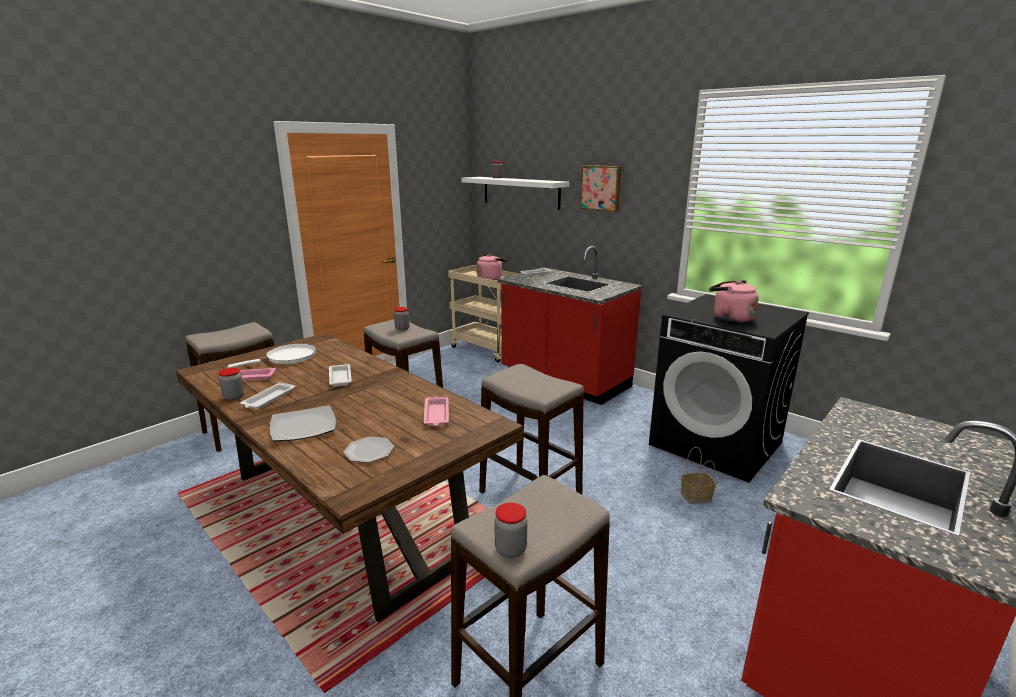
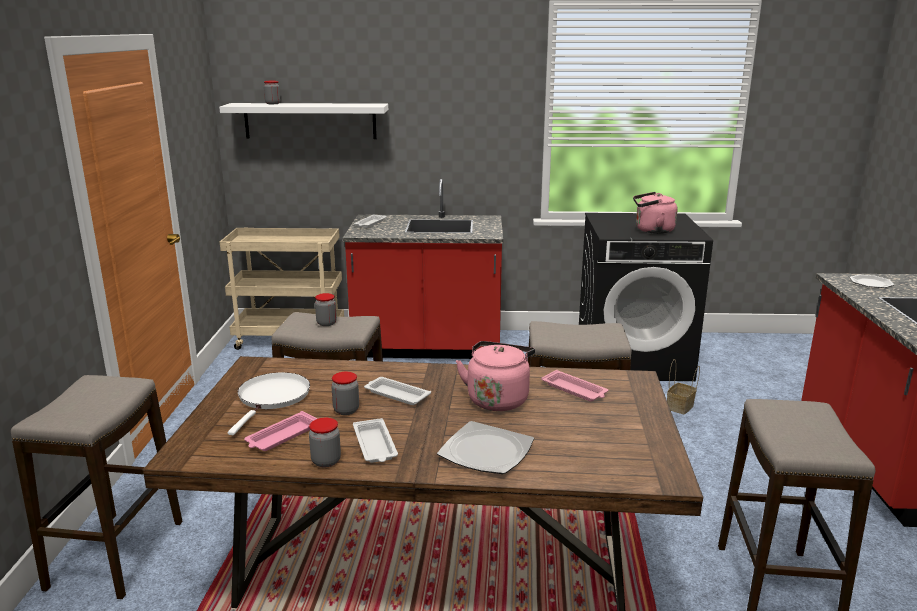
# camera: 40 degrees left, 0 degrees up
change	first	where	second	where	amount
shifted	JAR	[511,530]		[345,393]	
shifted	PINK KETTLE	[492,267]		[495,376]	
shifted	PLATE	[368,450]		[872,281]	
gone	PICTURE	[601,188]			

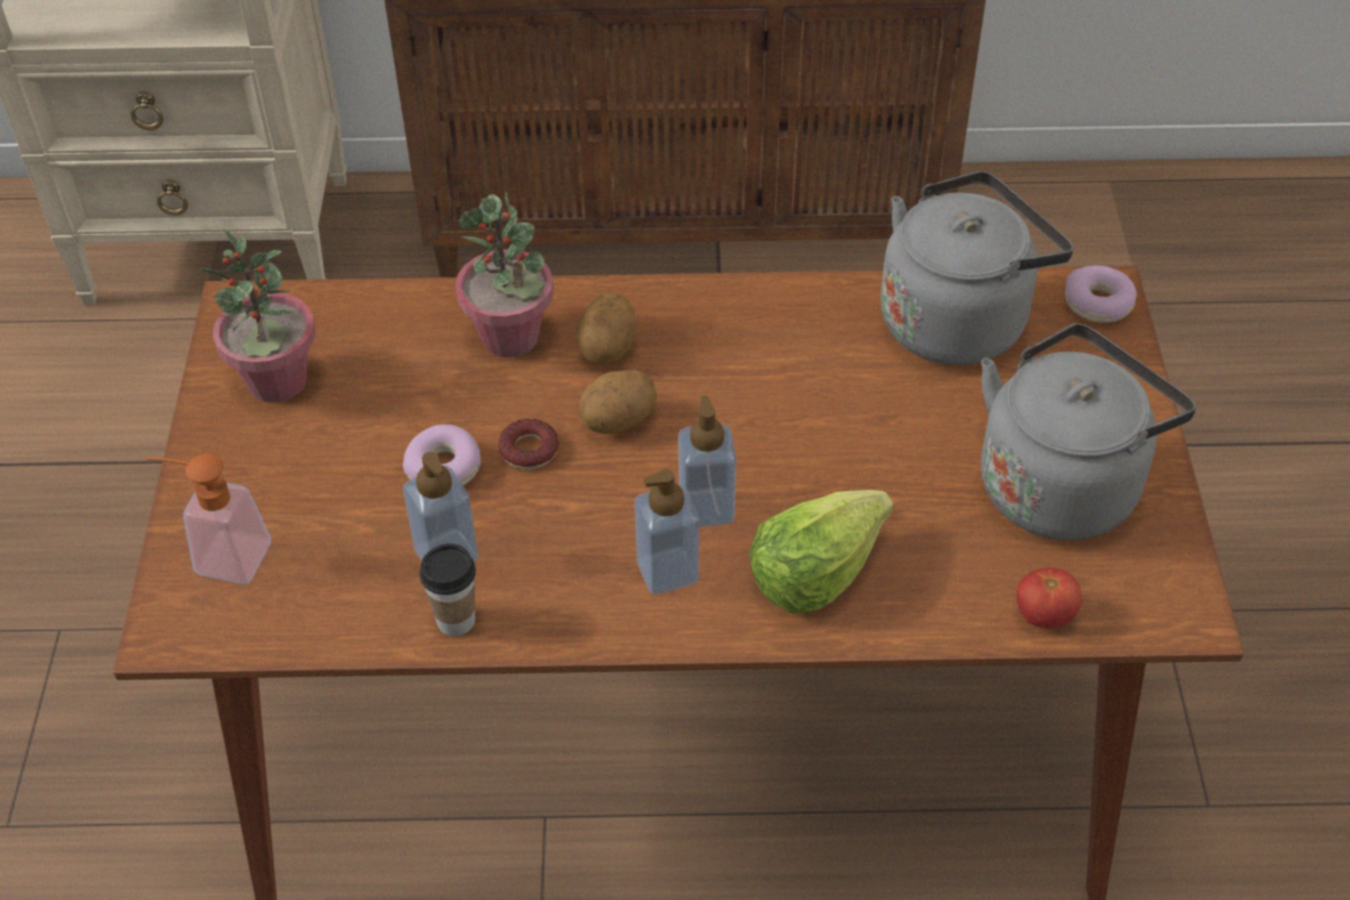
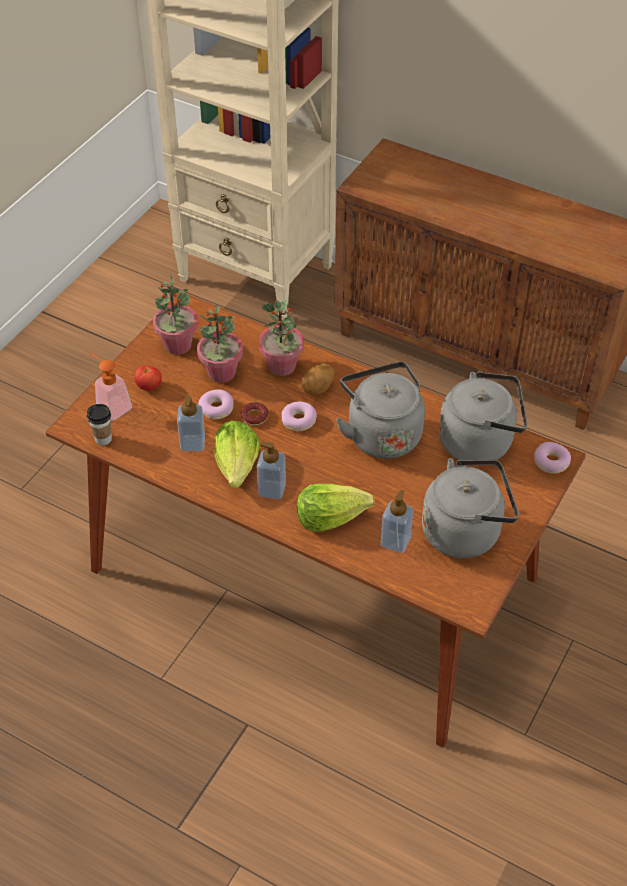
# camera: 30 degrees right, 0 degrees up
change	first	where	second	where	amount
shifted	CUP	[448,589]		[99,424]	
shifted	TOMATO	[1049,598]		[148,378]	
new			POTTED PLANT	[220,341]	
new			LETTUCE	[237,454]	
swapped	POTATO	[618,402]	DONUT	[299,416]	
new			GREY KETTLE	[380,410]	
shifted	SOAP DISPENSER	[707,461]		[397,521]	

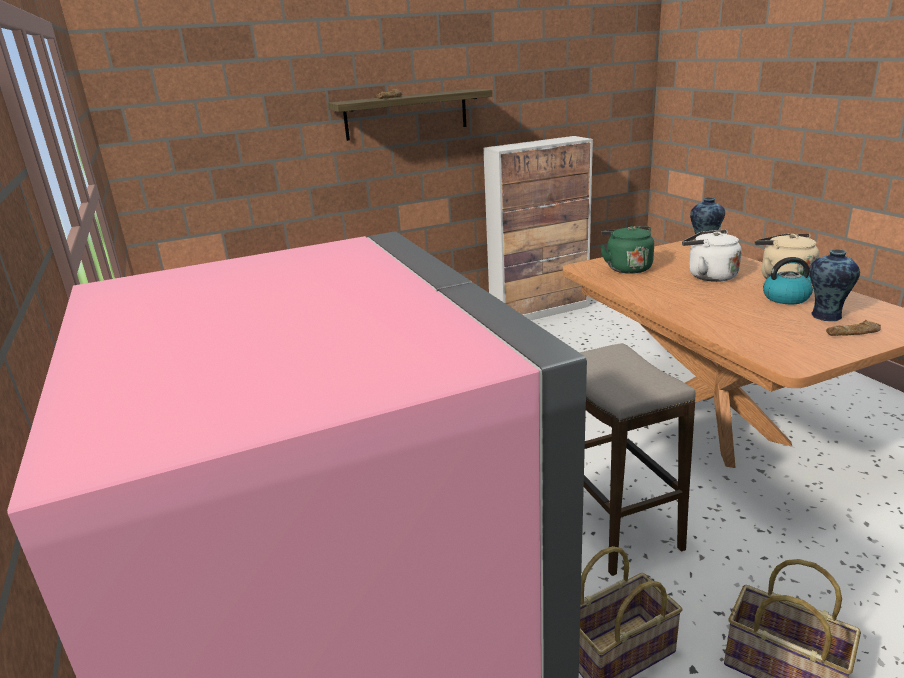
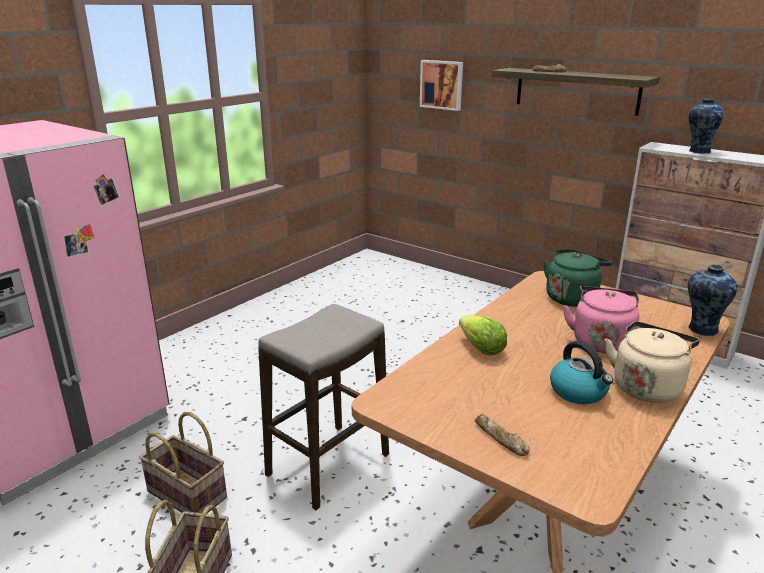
# camera: 60 degrees right, 0 degrees up
change	first	where	second	where	amount
new			PICTURE	[441,85]	
new			LETTUCE	[483,335]	
repainted	WHITE KETTLE	[712,256]	PINK KETTLE	[601,319]	
shifted	VASE	[834,285]		[706,125]	

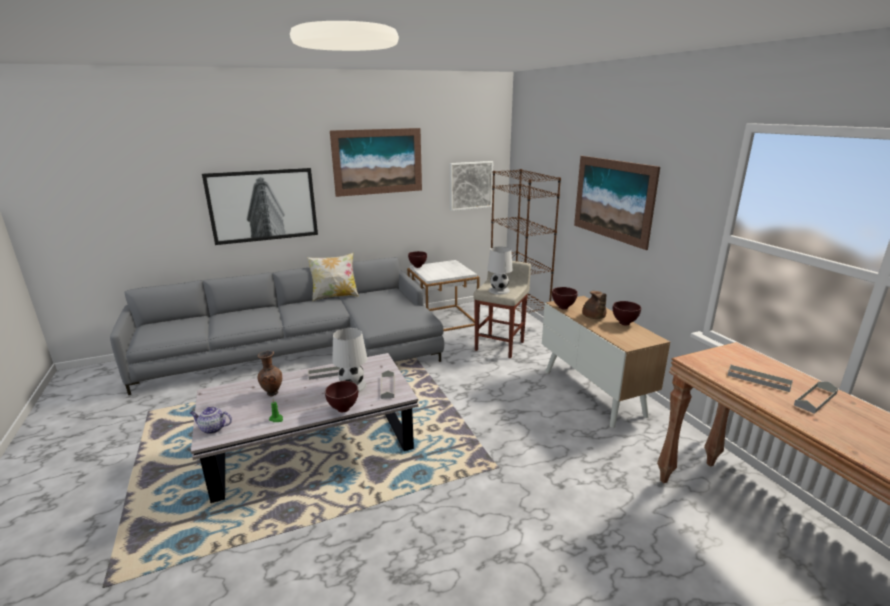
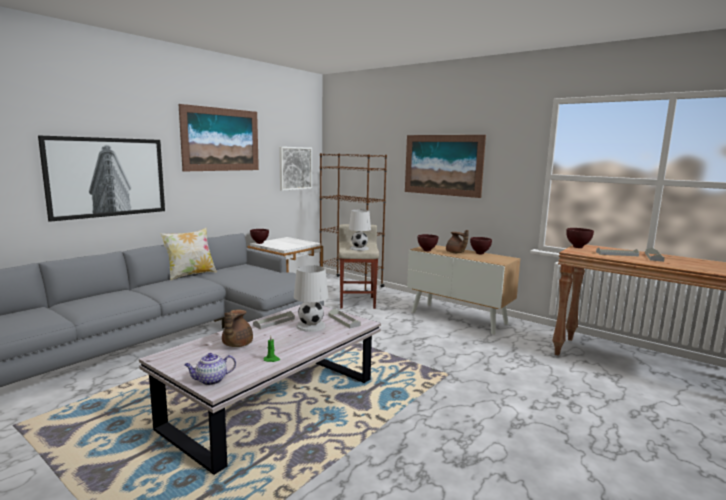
# camera: 30 degrees left, 10 degrees down
change	first	where	second	where	amount
swapped	BROWN VASE	[269,373]	BROWN TEAPOT	[237,328]	
shifted	BROWN BOWL	[341,396]		[580,238]	

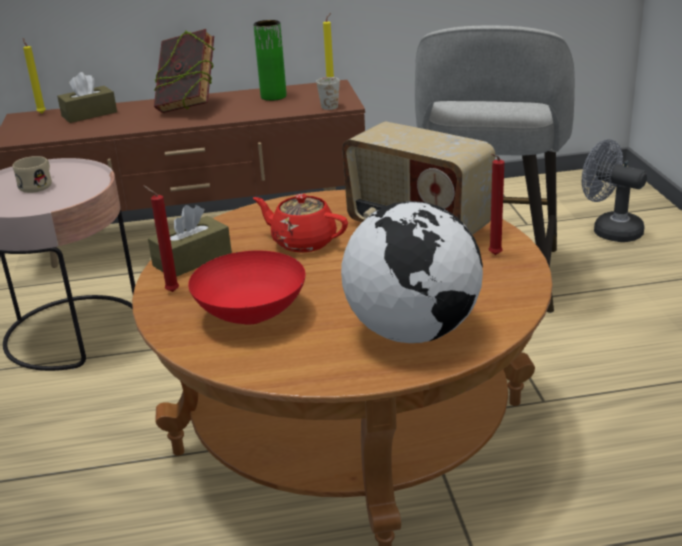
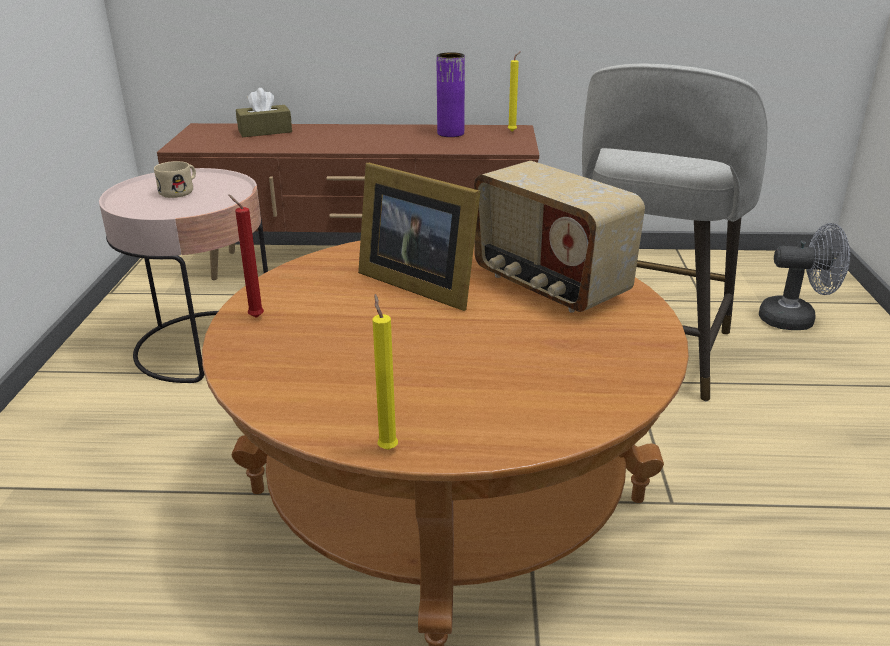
# camera: 10 degrees right, 0 degrees up
change	first	where	second	where	amount
swapped	RED TEAPOT	[300,223]	PICTURE FRAME	[419,237]	
shifted	YELLOW CANDLE	[34,75]		[385,372]	
repainted	GREEN VASE	[270,60]	PURPLE VASE	[450,94]	
rotated	GREY FAN	[614,190]		[804,276]	135 degrees clockwise
gone	BROWN TISSUE BOX	[190,241]			
gone	BOOK	[184,71]			
gone	RED BOWL	[247,287]			
gone	WHITE MUG	[328,93]			
gone	GLOBE	[412,272]			
gone	RED CANDLE	[496,204]			

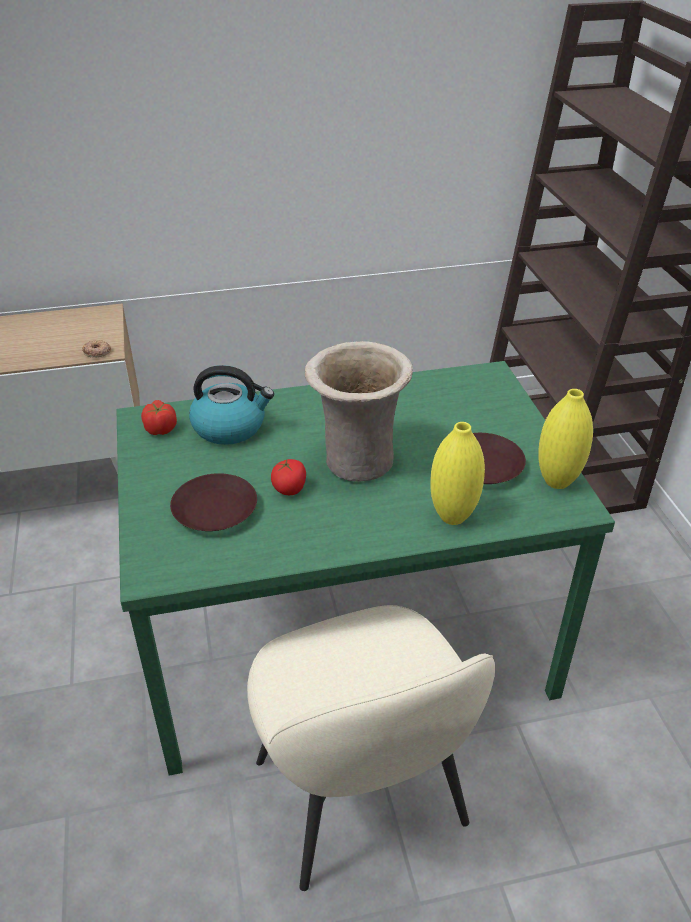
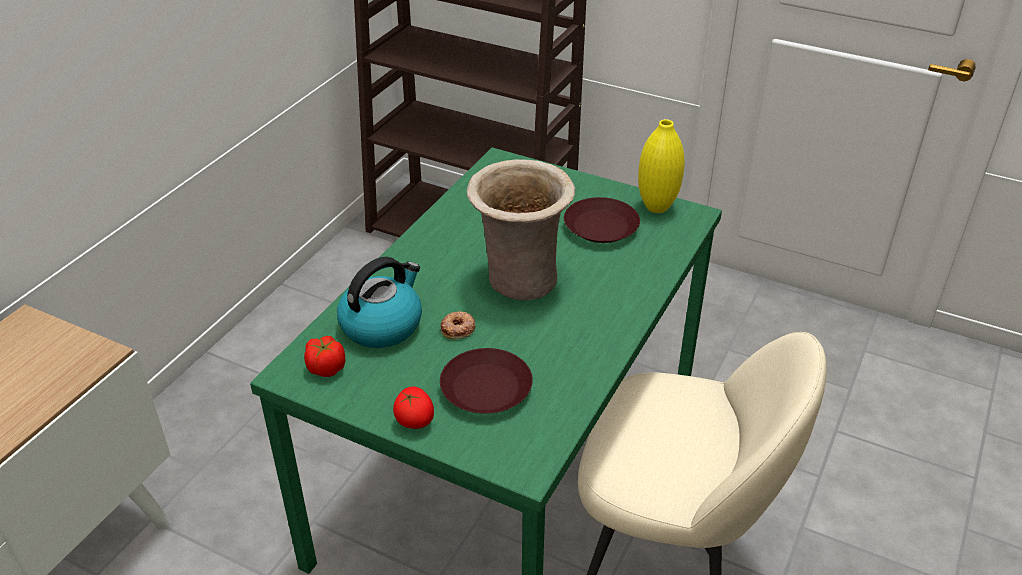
# camera: 50 degrees left, 0 degrees up
change	first	where	second	where	amount
shifted	TOMATO	[288,477]		[413,407]	
shifted	DONUT	[96,349]		[458,325]	
gone	YELLOW VASE	[457,473]			

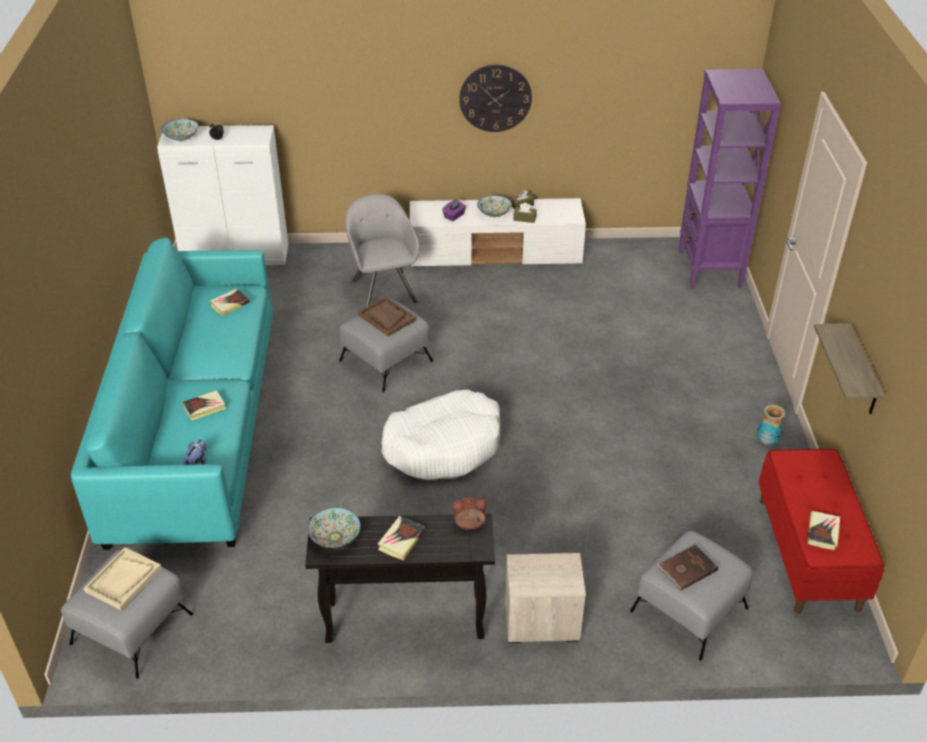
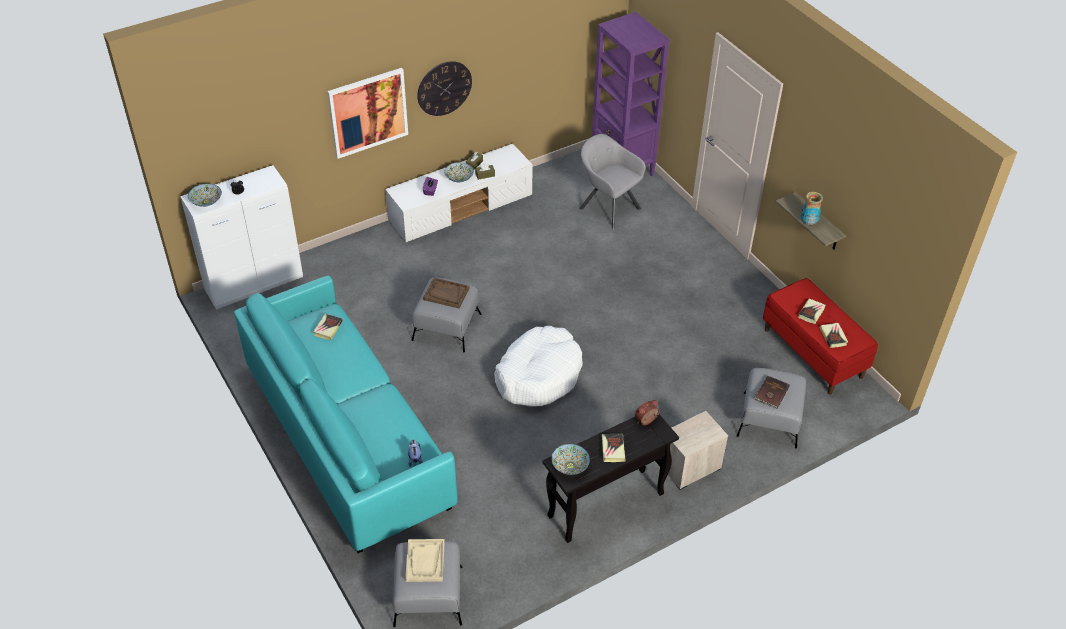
# camera: 30 degrees left, 5 degrees up
change	first	where	second	where	amount
new			PICTURE	[367,113]	
shifted	GREY ARMCHAIR	[382,251]		[612,182]	
shifted	BOOK	[204,405]		[812,311]	
shifted	VASE	[771,425]		[811,208]	

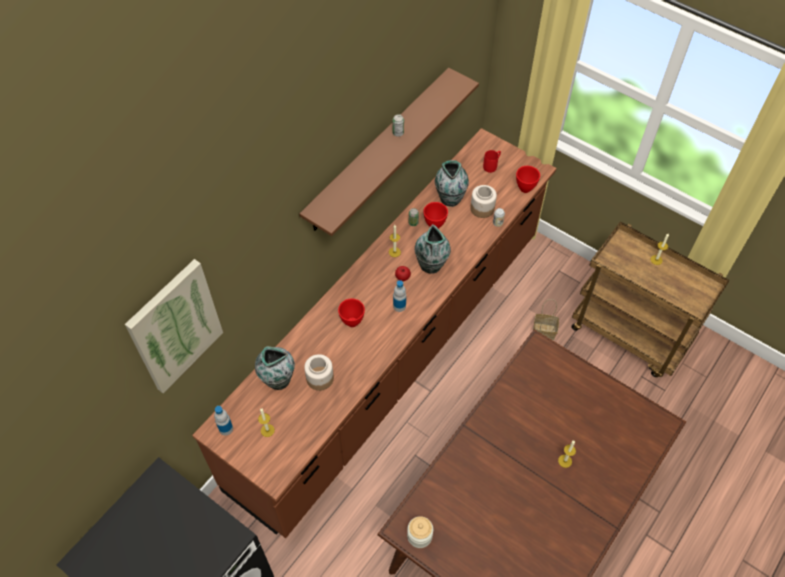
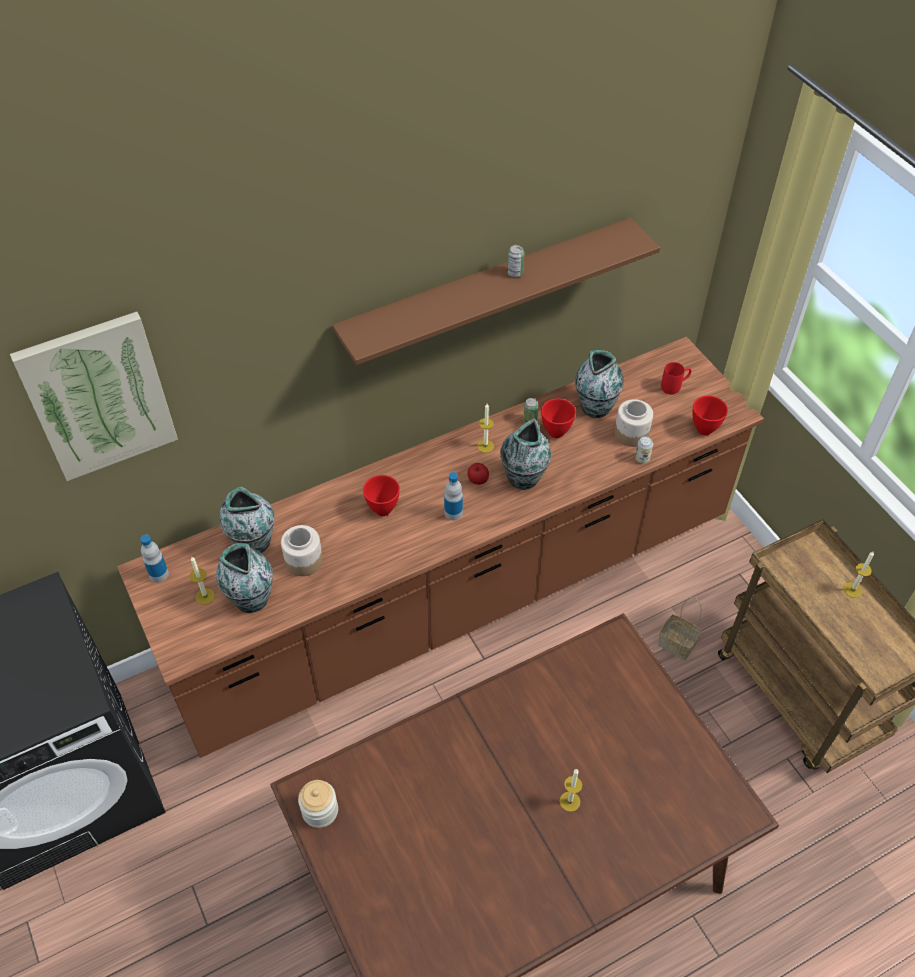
# camera: 25 degrees right, 5 degrees down
change	first	where	second	where	amount
new			VASE	[244,578]	

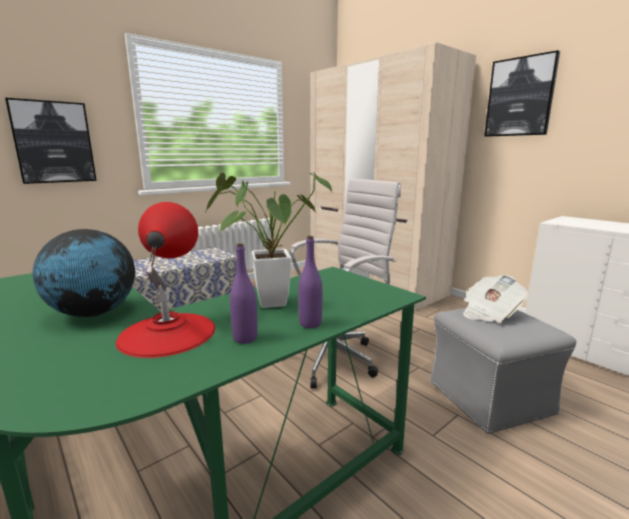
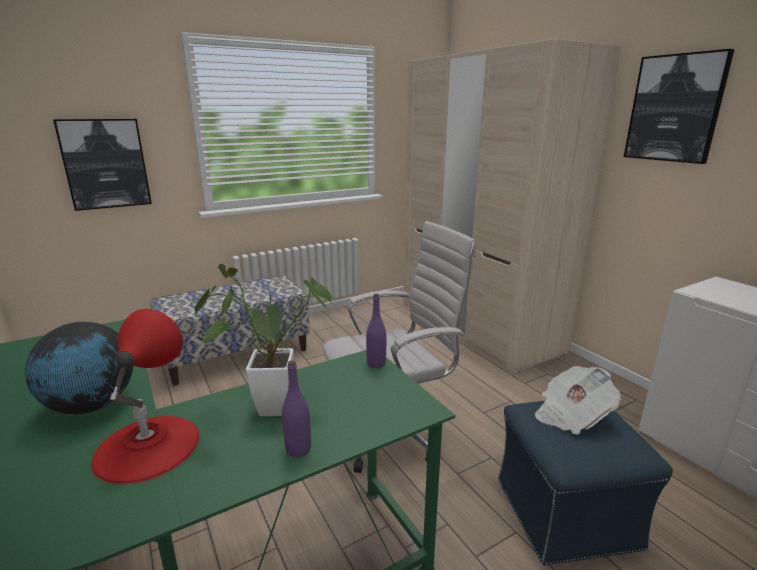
# camera: 10 degrees right, 5 degrees up
change	first	where	second	where	amount
shifted	PURPLE BOTTLE	[244,293]		[376,331]	
repainted	GREY OTTOMAN	[503,371]	BLUE OTTOMAN	[585,483]	

